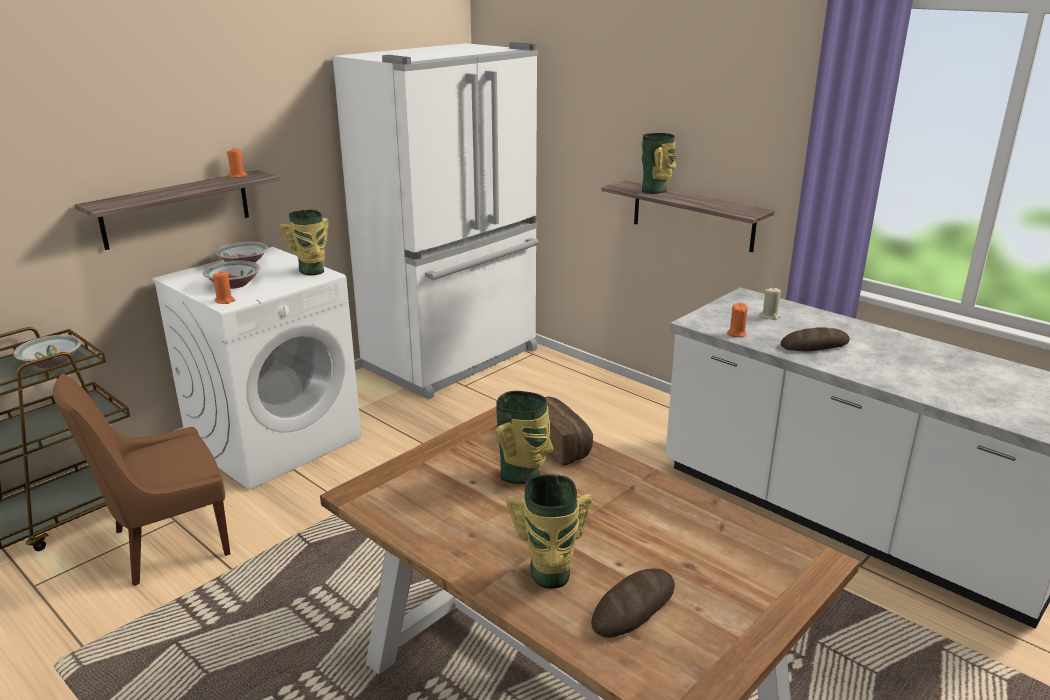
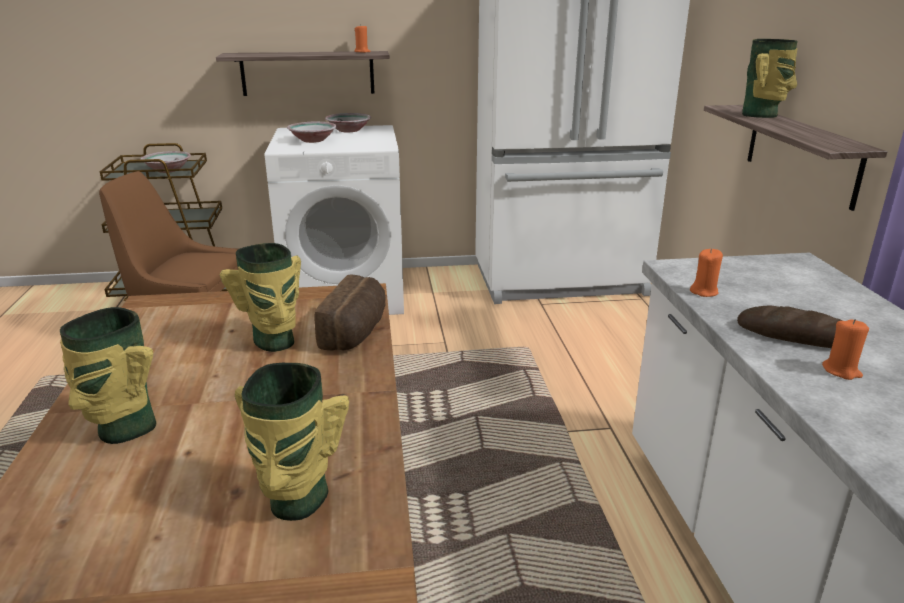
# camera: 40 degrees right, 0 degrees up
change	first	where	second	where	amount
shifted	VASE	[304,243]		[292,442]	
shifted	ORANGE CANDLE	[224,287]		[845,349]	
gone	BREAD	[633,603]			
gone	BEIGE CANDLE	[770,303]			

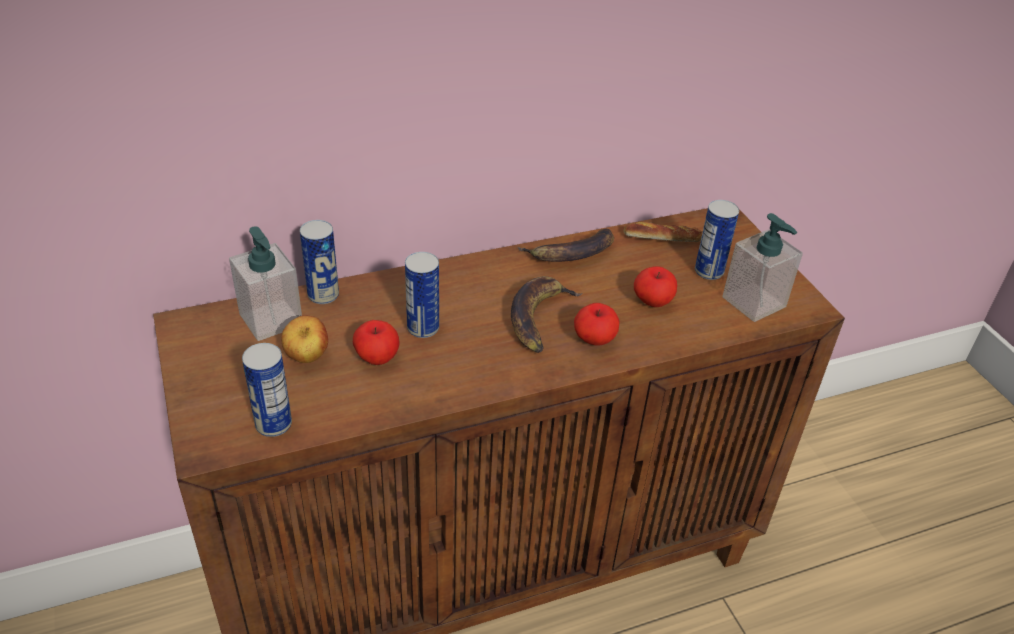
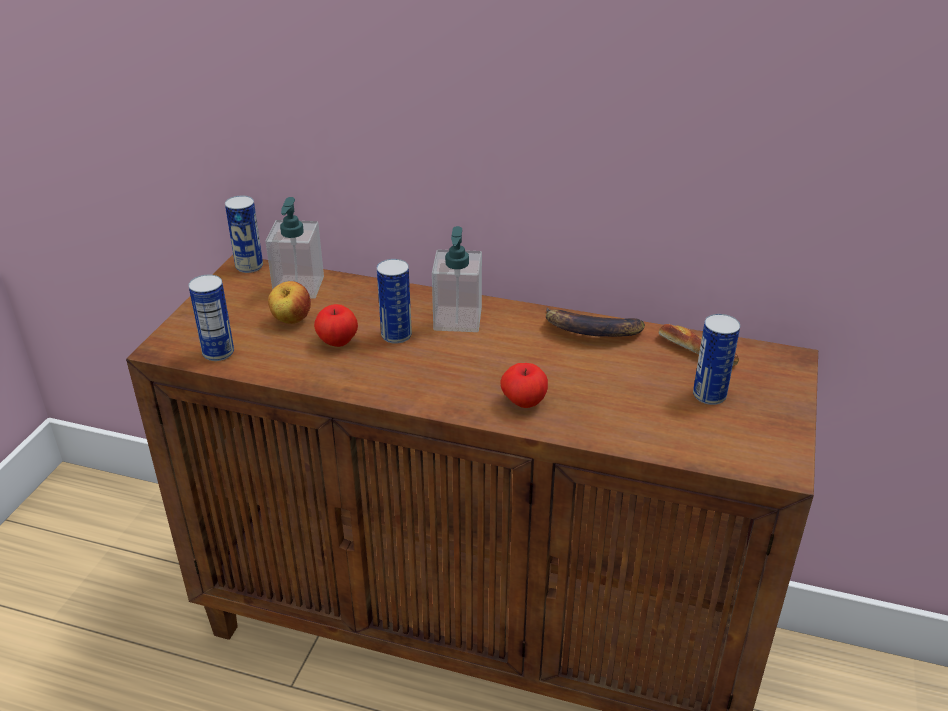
# camera: 40 degrees right, 5 degrees down
change	first	where	second	where	amount
shifted	CAN	[319,262]		[244,234]	
shifted	SOAP DISPENSER	[762,267]		[457,279]	
gone	BANANA	[547,314]			
gone	APPLE	[655,286]			

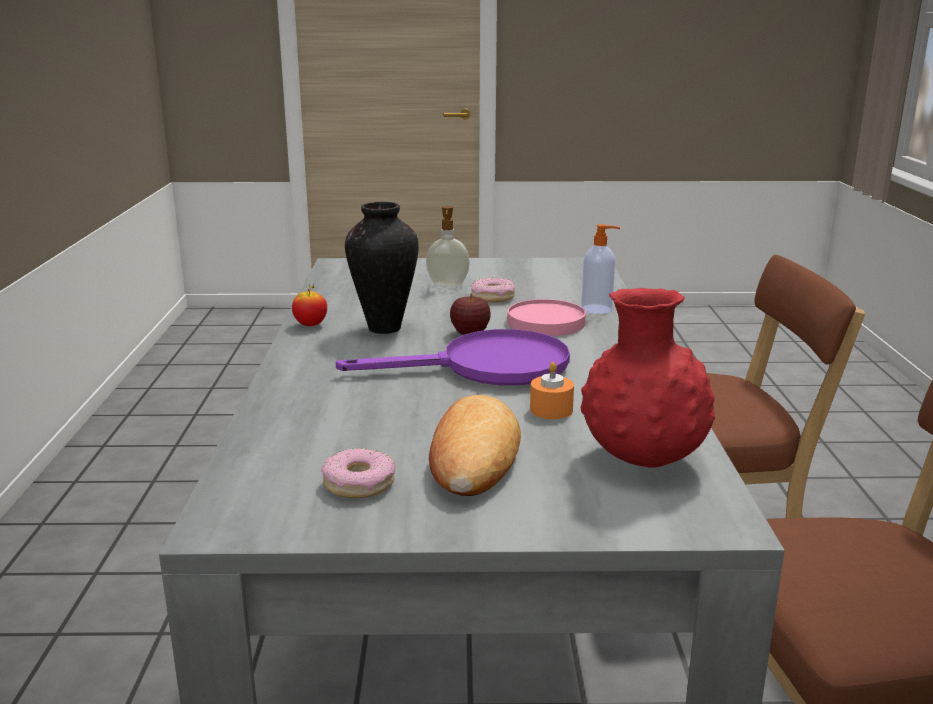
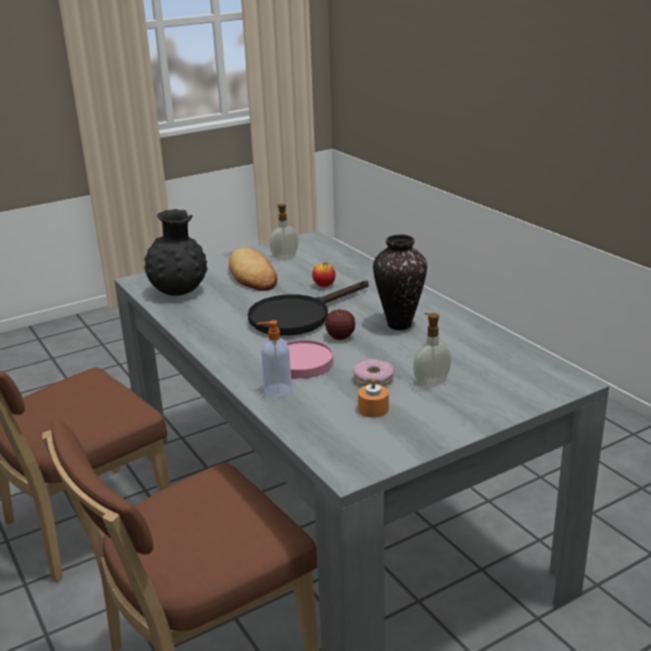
# camera: 150 degrees right, 5 degrees up
change	first	where	second	where	amount
repainted	RED VASE	[648,378]	BLACK VASE	[176,252]	
repainted	PURPLE FRYING PAN	[453,357]	BLACK FRYING PAN	[308,308]	
swapped	DONUT	[358,473]	SOAP DISPENSER	[284,232]	
shifted	APPLE	[309,305]		[323,274]	
shifted	ORANGE CANDLE	[552,390]		[373,398]	

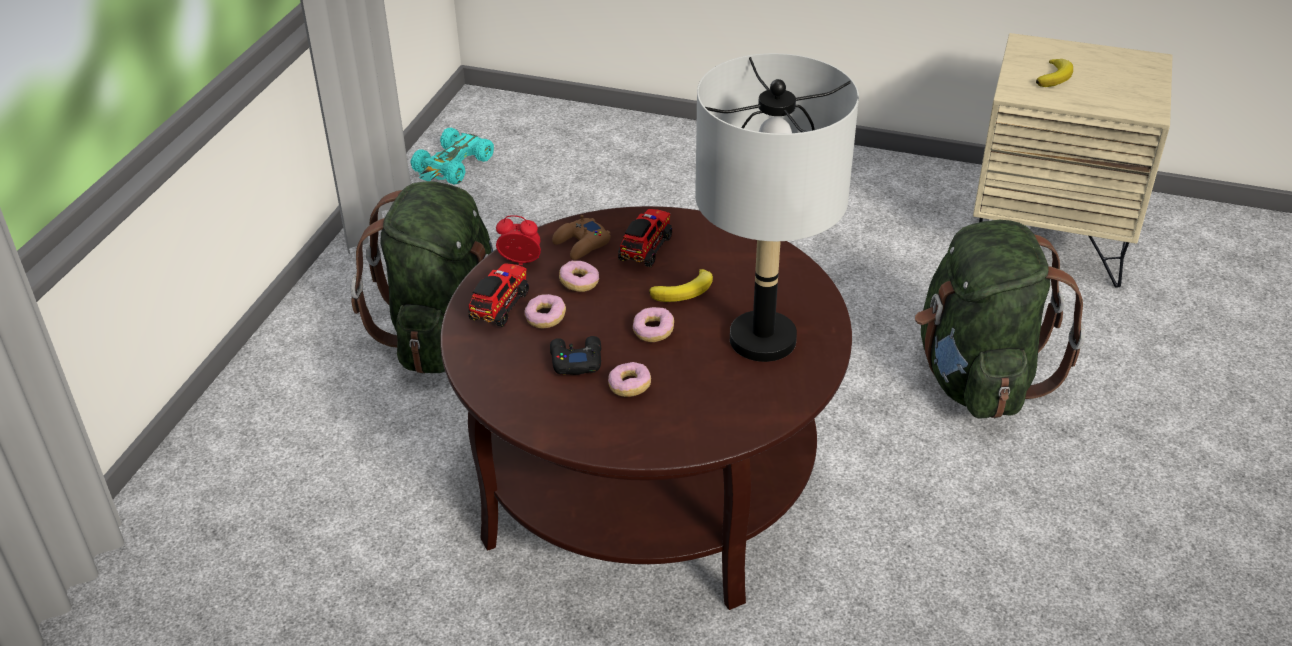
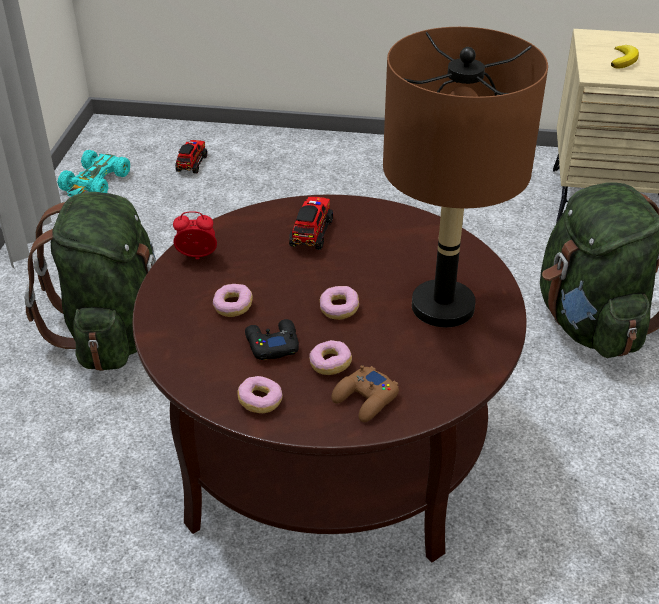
# camera: 10 degrees left, 0 degrees up
change	first	where	second	where	amount
shifted	TOY TRUCK	[498,295]		[191,157]	
shifted	DONUT	[579,276]		[260,394]	
shifted	BROWN GAME CONTROLLER	[581,237]		[365,393]	
repainted	GREY TABLE LAMP	[777,207]	BROWN TABLE LAMP	[465,177]	
gone	BANANA	[681,285]			

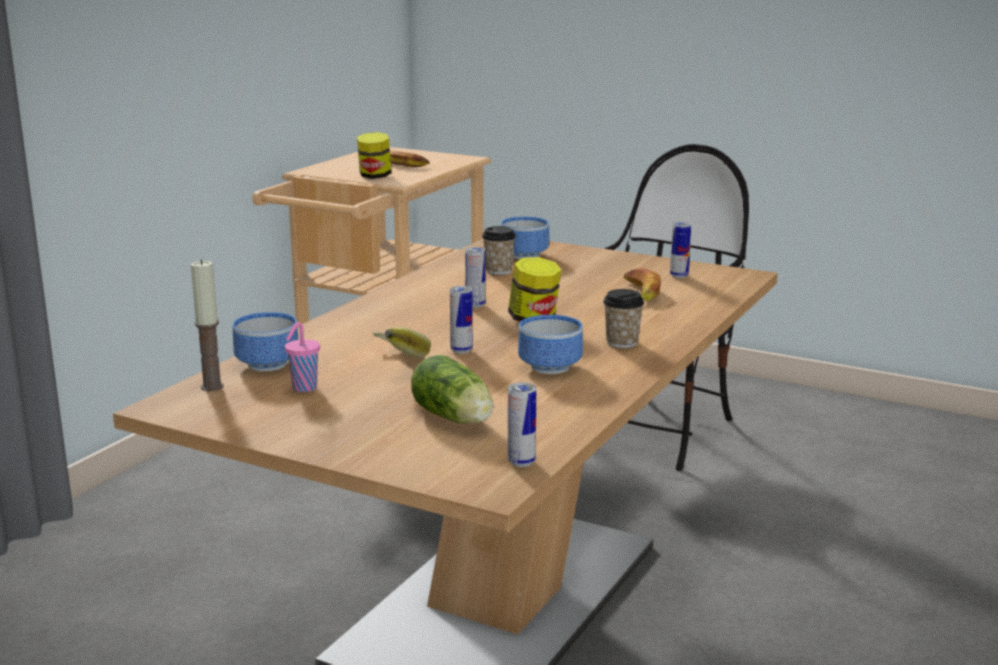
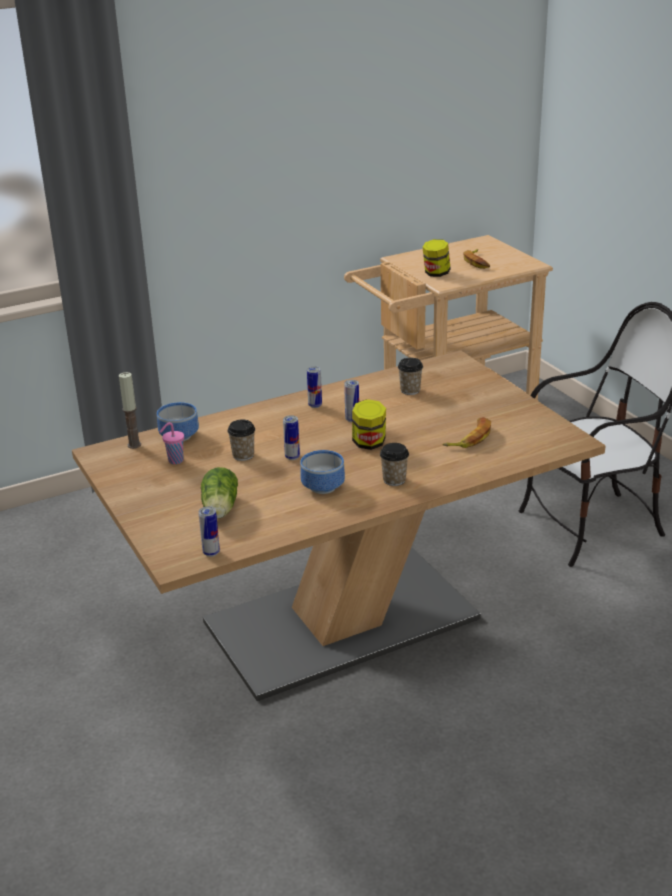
# camera: 35 degrees right, 10 degrees up
change	first	where	second	where	amount
swapped	BANANA	[402,342]	CUP	[241,440]	
shifted	CAN	[680,250]		[314,387]	
gone	BOWL	[525,238]			

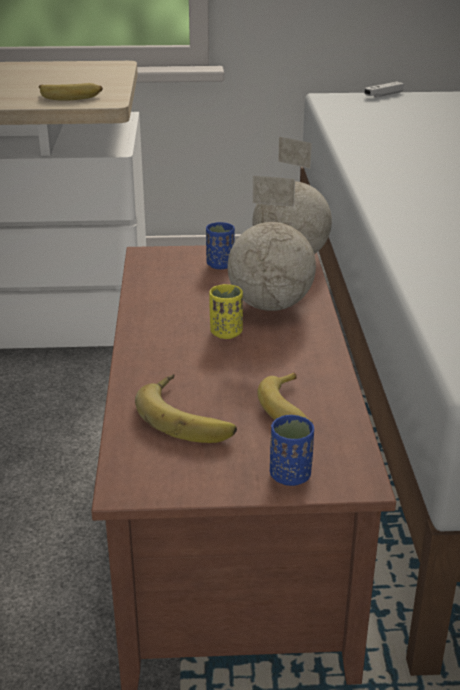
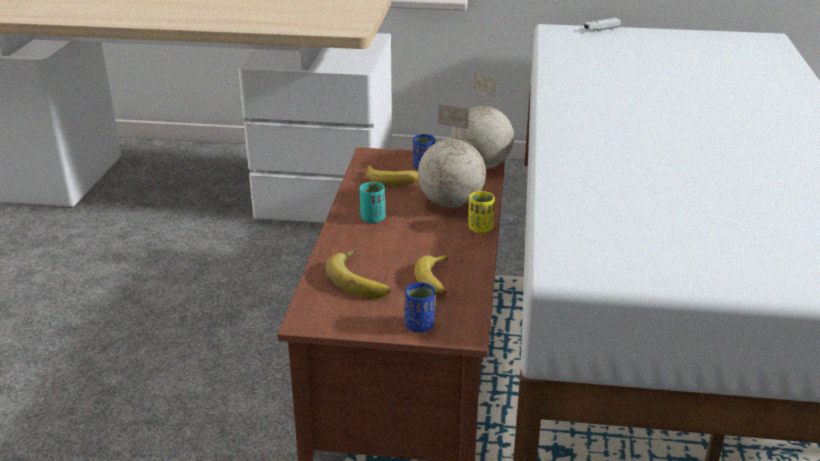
# camera: 10 degrees right, 0 degrees up
change	first	where	second	where	amount
new			TURQUOISE CUP	[372,202]	
shifted	BANANA	[71,92]		[392,175]	
shifted	YELLOW CUP	[226,311]		[481,212]	

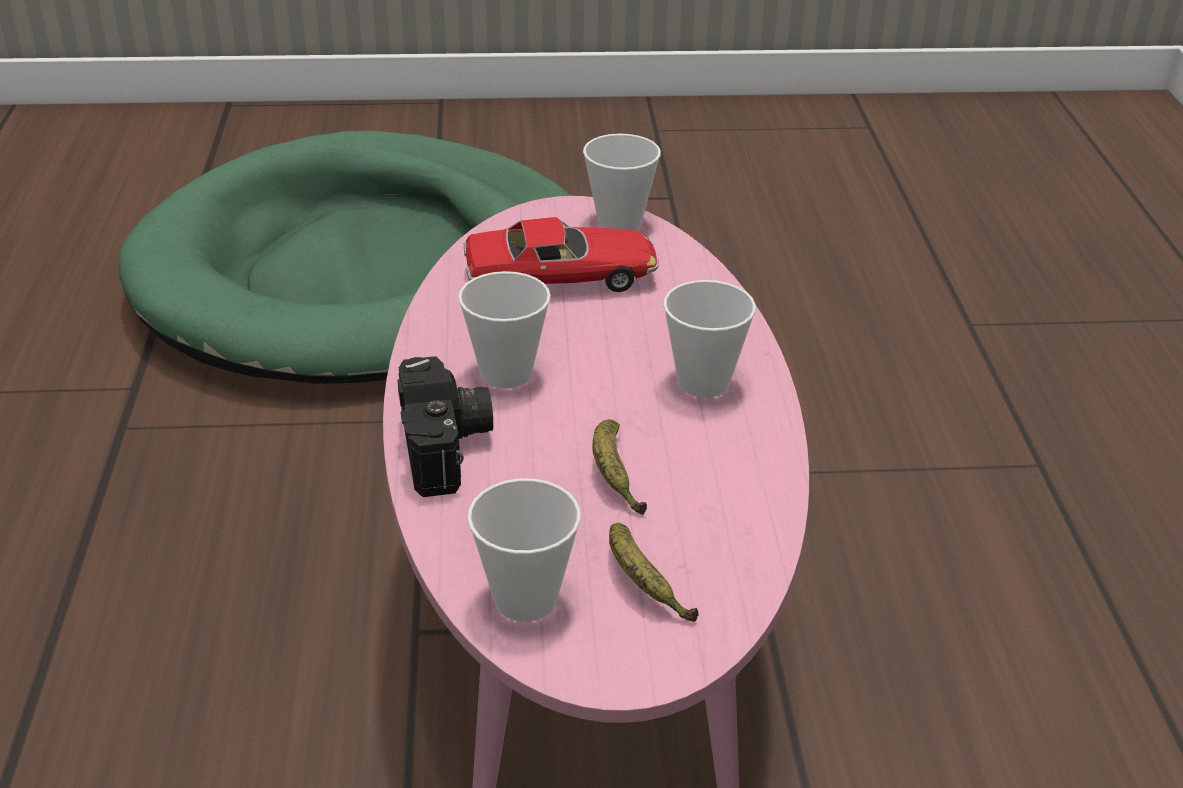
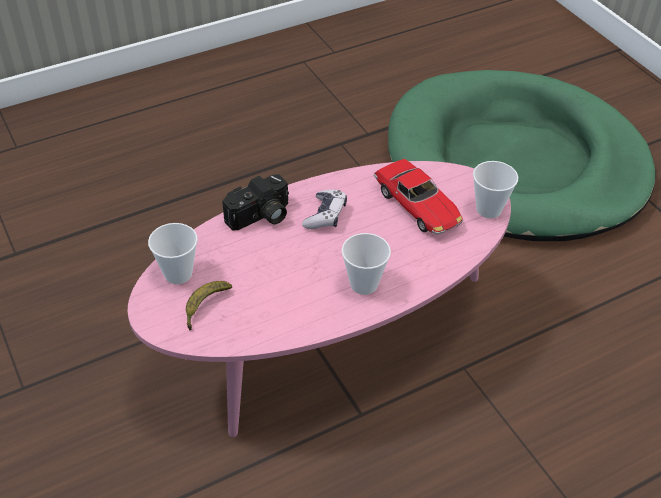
# camera: 65 degrees right, 10 degrees up
change	first	where	second	where	amount
swapped	CUP	[504,330]	GAME CONTROLLER	[324,209]	
gone	BANANA	[619,467]			

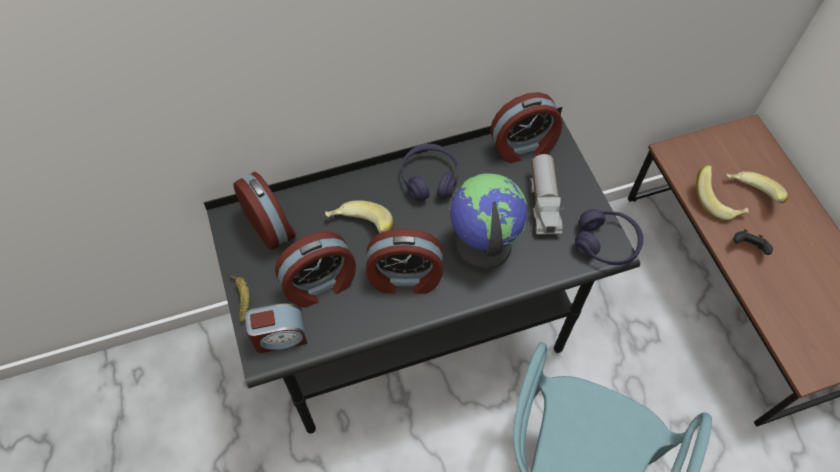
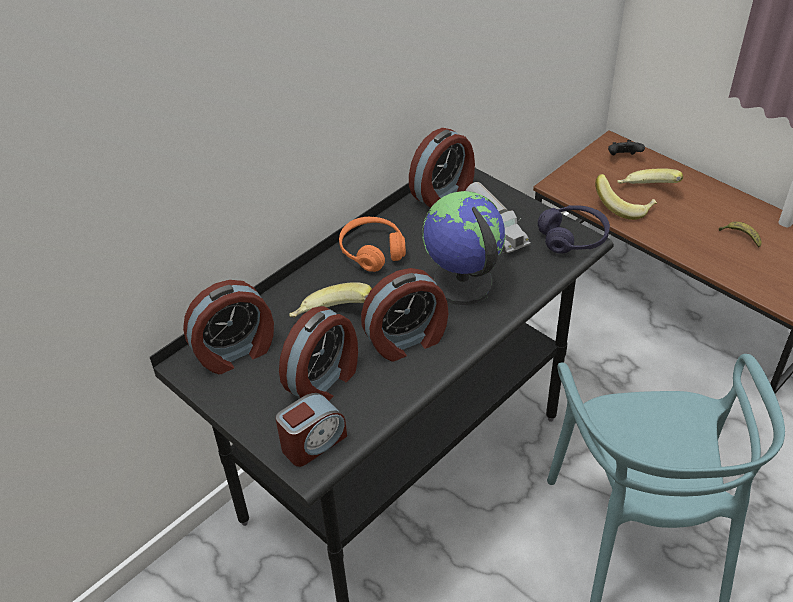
# camera: 25 degrees left, 15 degrees down
change	first	where	second	where	amount
rotated	ALARM CLOCK	[264,211]		[228,327]	120 degrees clockwise
repainted	PURPLE HEADPHONES	[429,172]	ORANGE HEADPHONES	[372,244]	
shifted	BLACK GAME CONTROLLER	[753,242]		[626,148]	
shifted	BANANA	[240,298]		[740,234]	

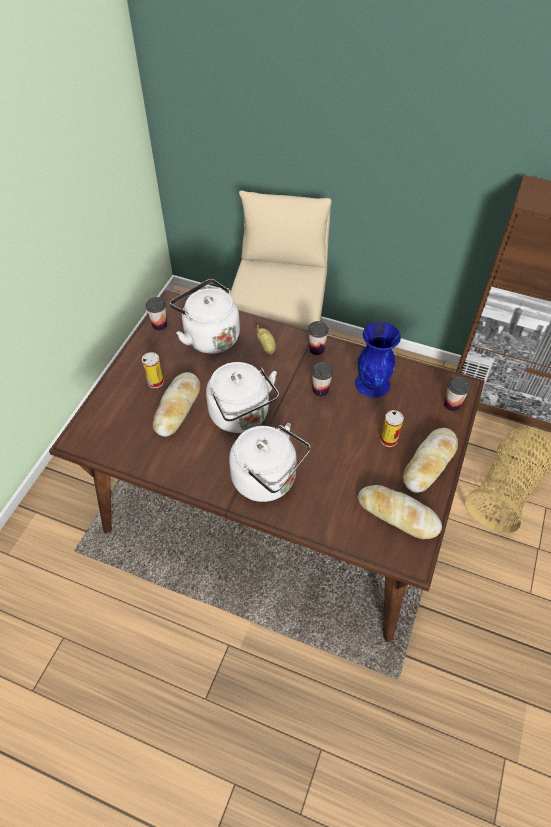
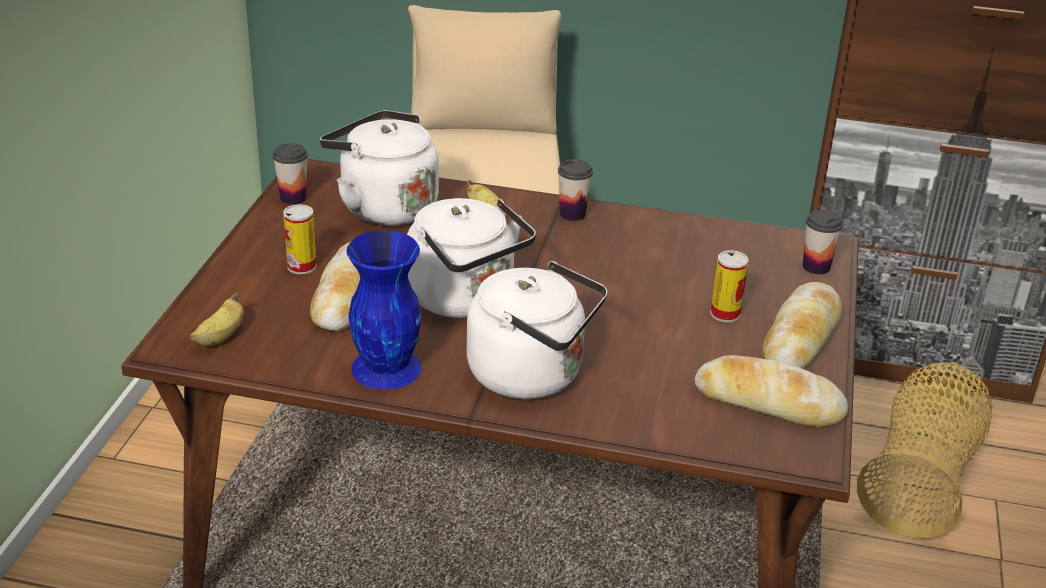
# camera: 10 degrees left, 20 degrees down
change	first	where	second	where	amount
new			BANANA	[217,319]	
shifted	BLUE VASE	[378,360]		[384,310]	
gone	CUP	[322,379]			

